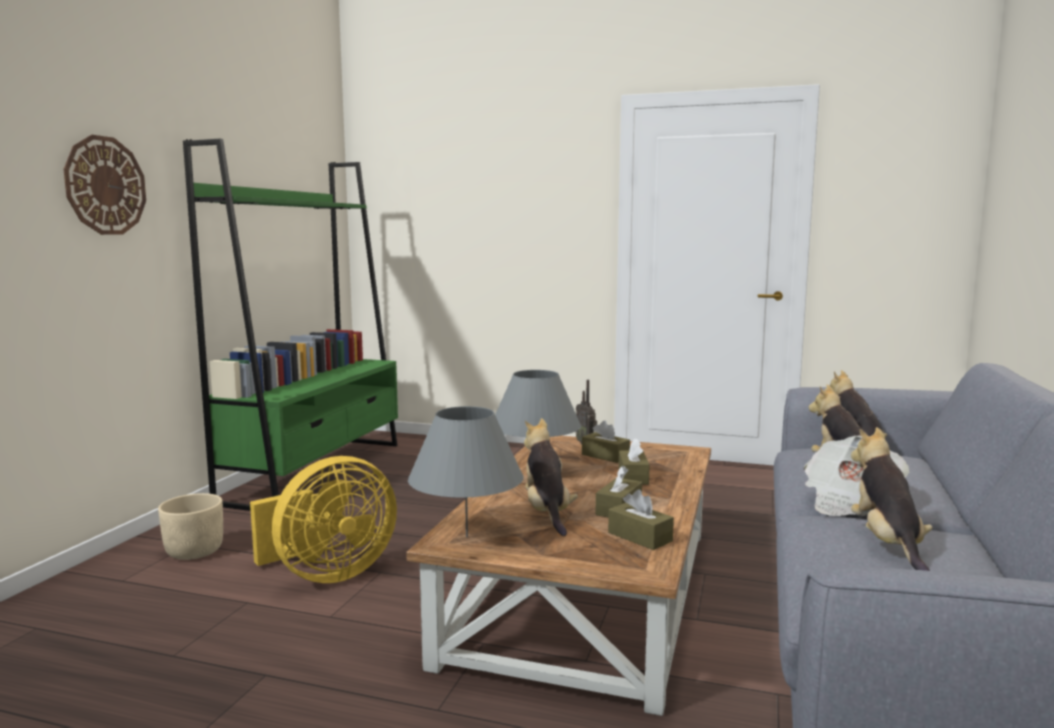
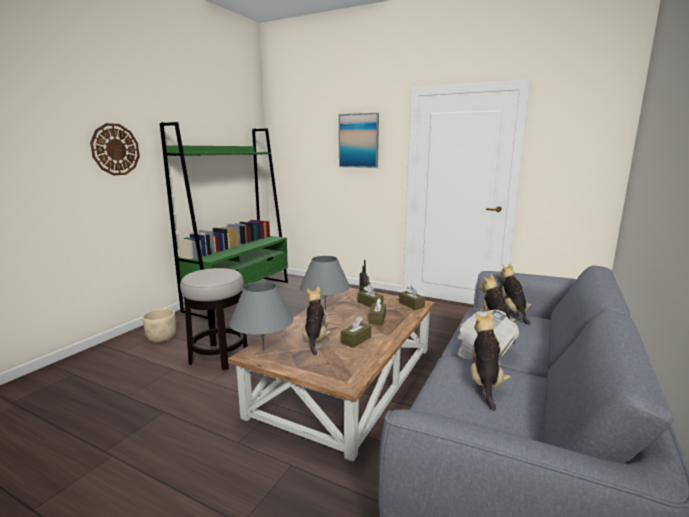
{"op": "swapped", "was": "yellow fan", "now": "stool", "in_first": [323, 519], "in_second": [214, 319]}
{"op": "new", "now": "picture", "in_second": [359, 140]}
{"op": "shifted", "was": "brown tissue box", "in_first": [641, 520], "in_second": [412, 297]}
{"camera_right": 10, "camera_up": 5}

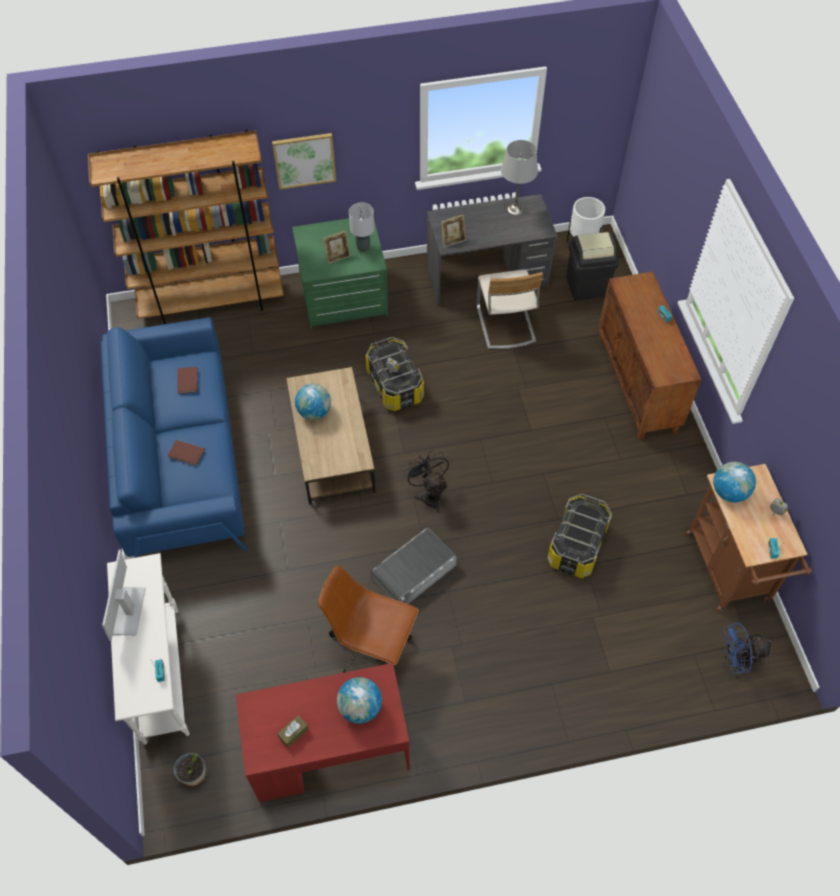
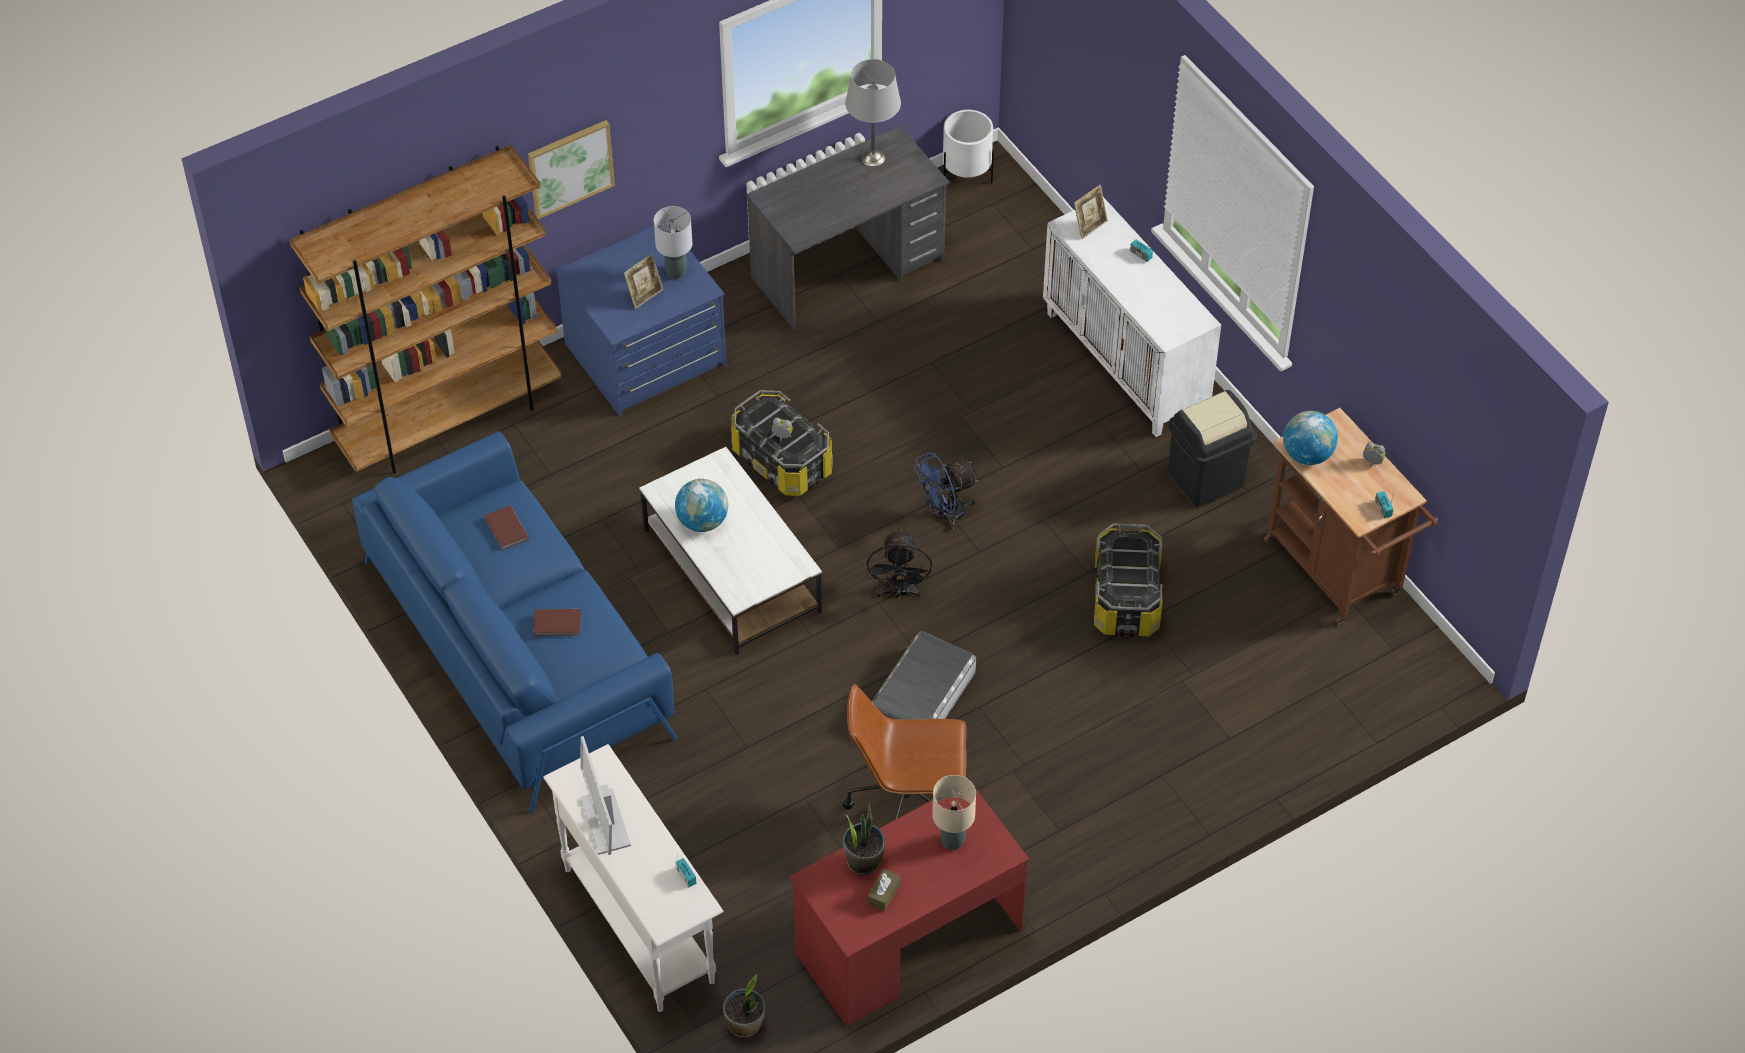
{"op": "repainted", "was": "green dresser", "now": "blue dresser", "in_first": [340, 273], "in_second": [640, 321]}
{"op": "repainted", "was": "brown coffee table", "now": "white coffee table", "in_first": [331, 436], "in_second": [730, 551]}
{"op": "new", "now": "potted plant", "in_second": [864, 839]}
{"op": "rotated", "was": "black fan", "in_first": [426, 481], "in_second": [899, 564], "clockwise": -135}
{"op": "shifted", "was": "blue fan", "in_first": [747, 651], "in_second": [945, 491]}
{"op": "swapped", "was": "globe", "now": "beige table lamp", "in_first": [359, 700], "in_second": [954, 812]}
{"op": "repainted", "was": "brown cabinet", "now": "white cabinet", "in_first": [650, 355], "in_second": [1132, 317]}
{"op": "shifted", "was": "picture frame", "in_first": [453, 231], "in_second": [1091, 212]}
{"op": "shifted", "was": "black trash can", "in_first": [592, 266], "in_second": [1212, 448]}
{"op": "gone", "was": "beige chair", "in_first": [510, 309]}
{"camera_right": -20, "camera_up": -5}

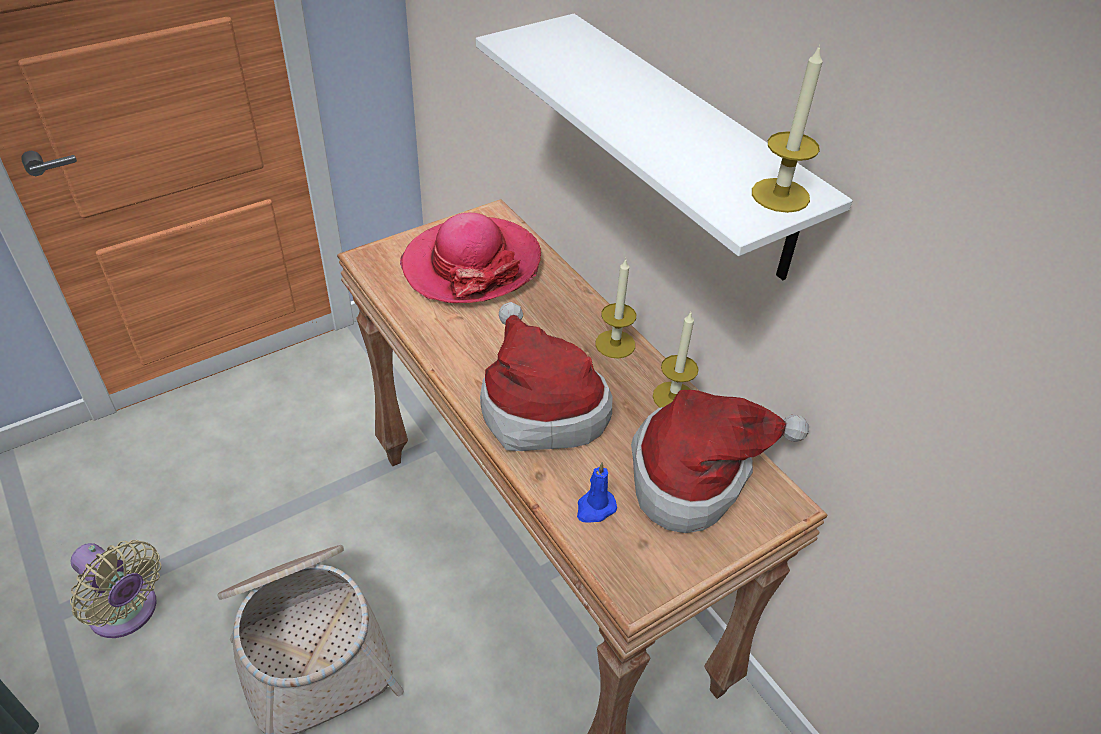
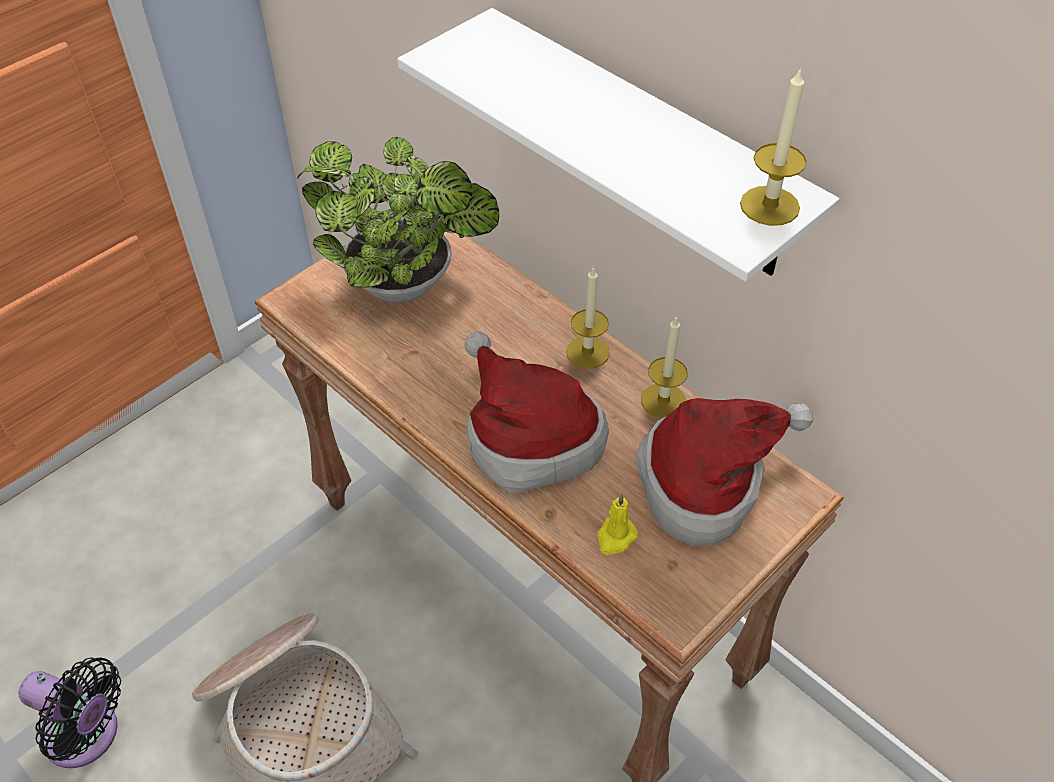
{"op": "repainted", "was": "beige fan", "now": "black fan", "in_first": [115, 589], "in_second": [69, 712]}
{"op": "swapped", "was": "hat", "now": "potted plant", "in_first": [470, 258], "in_second": [398, 220]}
{"op": "repainted", "was": "blue candle", "now": "yellow candle", "in_first": [597, 492], "in_second": [617, 524]}
{"camera_right": -10, "camera_up": 5}

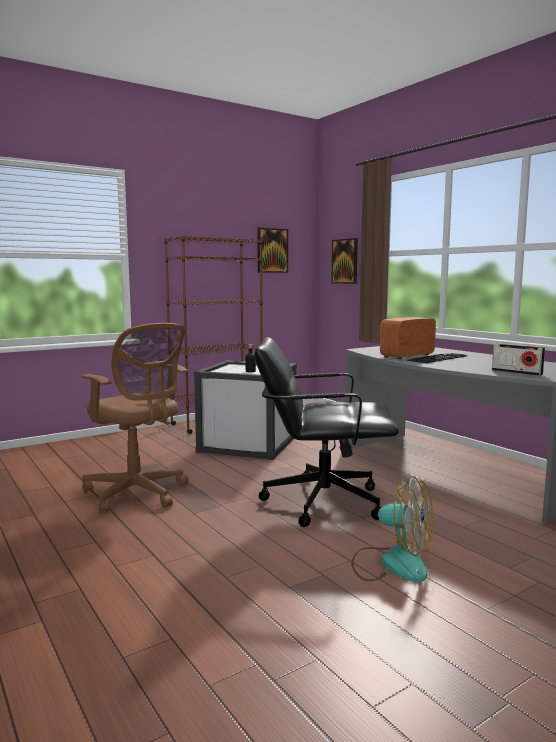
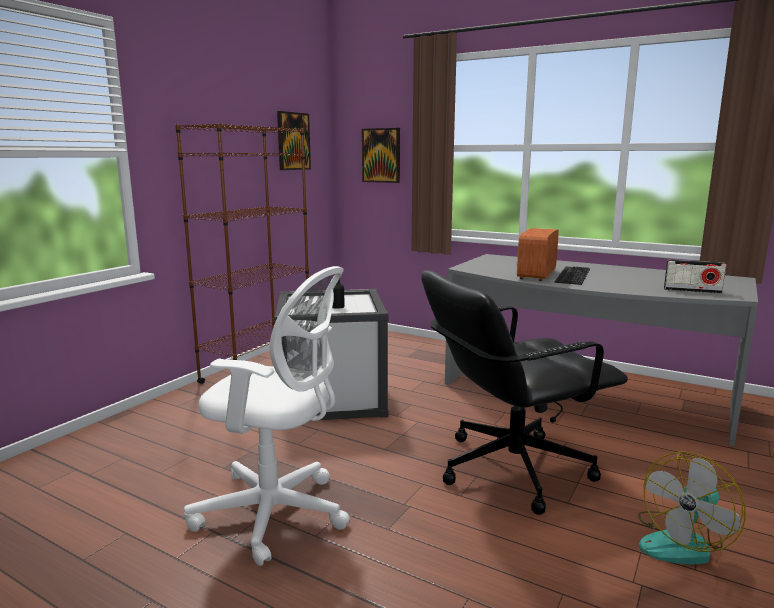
{"op": "repainted", "was": "brown office chair", "now": "white office chair", "in_first": [135, 418], "in_second": [267, 416]}
{"op": "rotated", "was": "fan", "in_first": [392, 529], "in_second": [692, 508], "clockwise": 135}
{"camera_right": -25, "camera_up": 5}

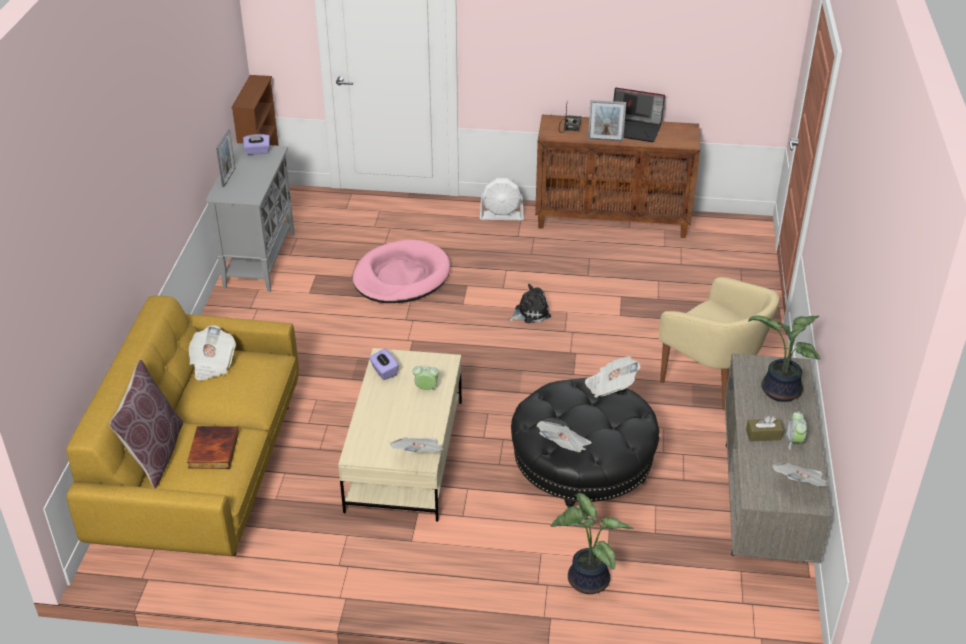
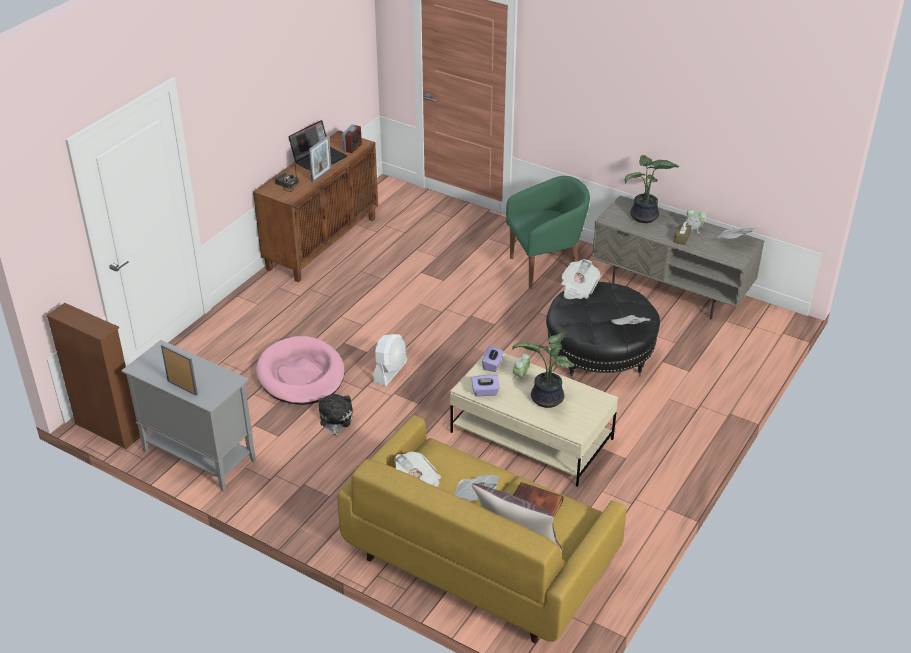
{"op": "shifted", "was": "plush toy", "in_first": [530, 303], "in_second": [335, 415]}
{"op": "new", "now": "alarm clock", "in_second": [352, 139]}
{"op": "shifted", "was": "white fan", "in_first": [502, 199], "in_second": [390, 360]}
{"op": "shifted", "was": "newspaper", "in_first": [417, 444], "in_second": [476, 487]}
{"op": "shifted", "was": "purple tissue box", "in_first": [256, 144], "in_second": [493, 358]}
{"op": "repainted", "was": "beige armchair", "now": "green armchair", "in_first": [719, 343], "in_second": [548, 232]}
{"op": "shifted", "was": "potted plant", "in_first": [592, 543], "in_second": [543, 370]}
{"camera_right": -65, "camera_up": 0}

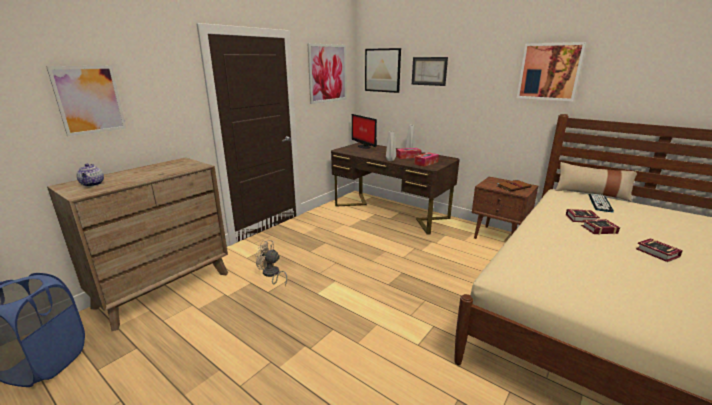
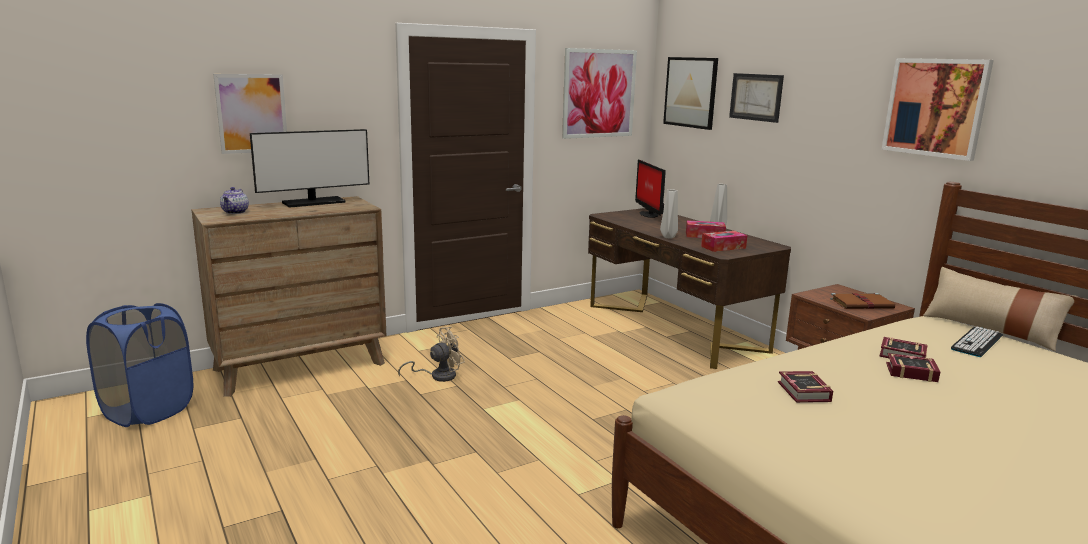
{"op": "new", "now": "monitor", "in_second": [309, 168]}
{"op": "rotated", "was": "beige fan", "in_first": [271, 263], "in_second": [431, 354], "clockwise": 105}
{"op": "shifted", "was": "book", "in_first": [659, 250], "in_second": [805, 387]}
{"camera_right": 20, "camera_up": -5}

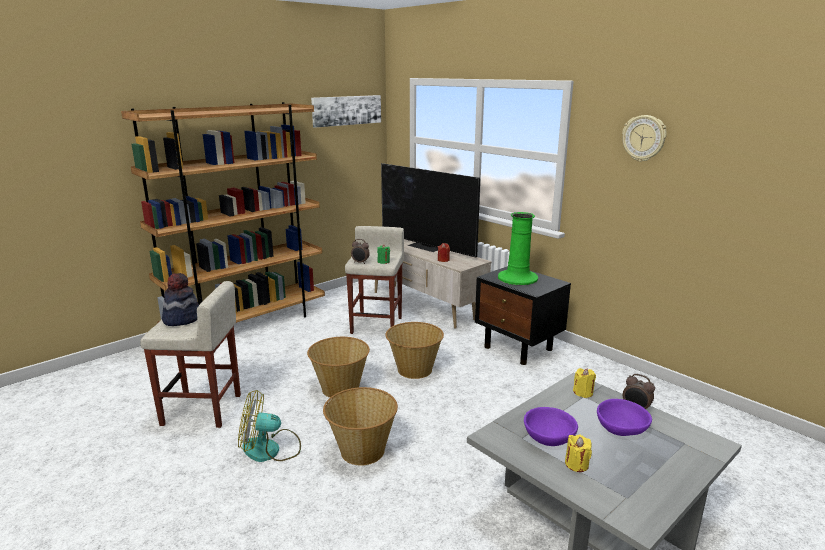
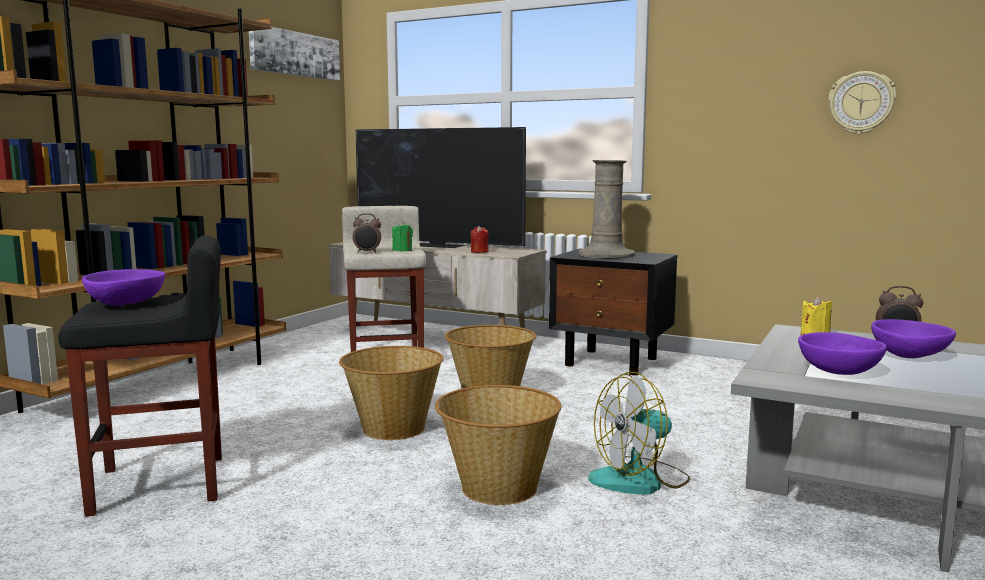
{"op": "repainted", "was": "beige stool", "now": "black stool", "in_first": [190, 354], "in_second": [140, 376]}
{"op": "swapped", "was": "hat", "now": "purple bowl", "in_first": [180, 299], "in_second": [123, 287]}
{"op": "repainted", "was": "green vase", "now": "beige vase", "in_first": [518, 248], "in_second": [606, 209]}
{"op": "shifted", "was": "fan", "in_first": [269, 426], "in_second": [639, 433]}
{"op": "shifted", "was": "wall clock", "in_first": [644, 138], "in_second": [862, 102]}
{"op": "gone", "was": "yellow candle", "in_first": [578, 453]}
{"camera_right": -20, "camera_up": -10}

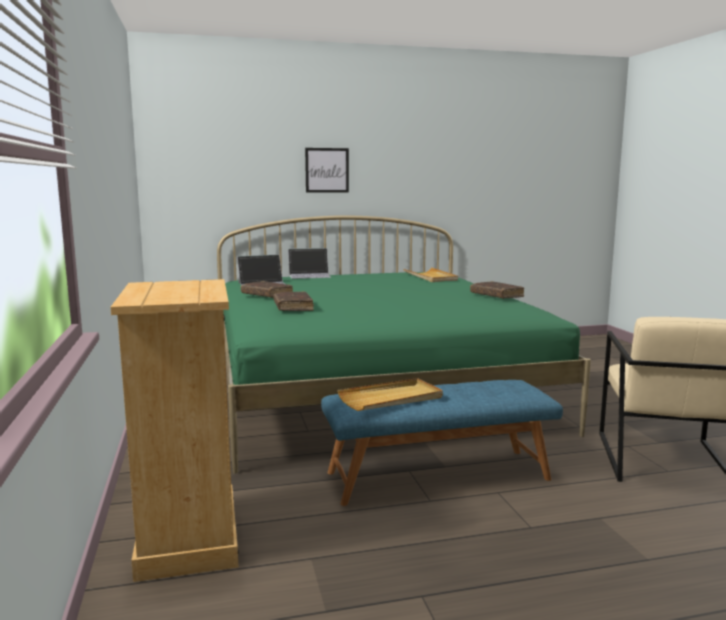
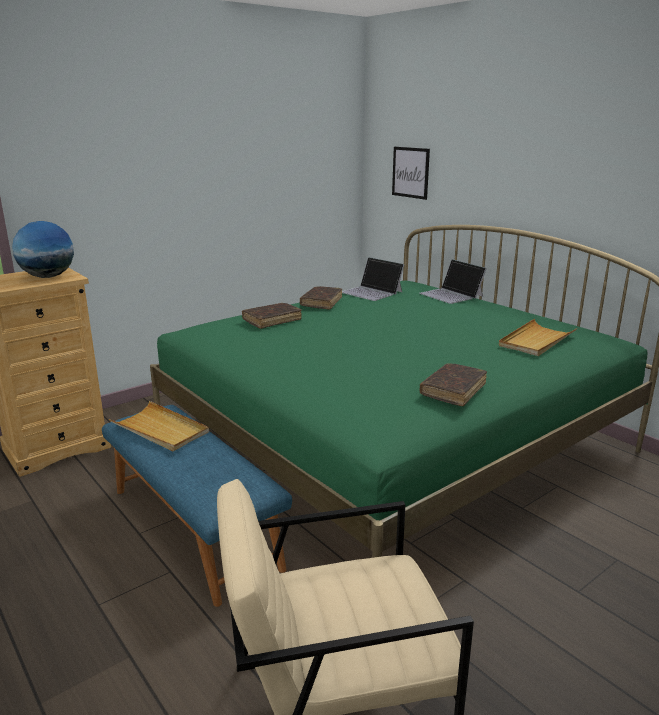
{"op": "new", "now": "globe", "in_second": [43, 249]}
{"op": "shifted", "was": "picture", "in_first": [327, 170], "in_second": [411, 173]}
{"camera_right": 65, "camera_up": 10}

